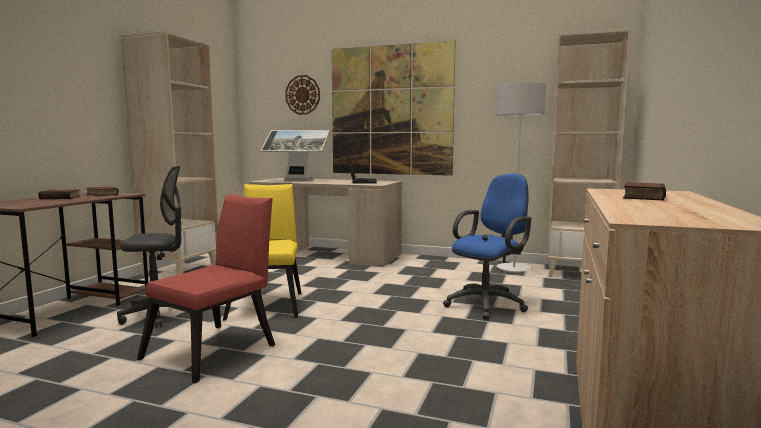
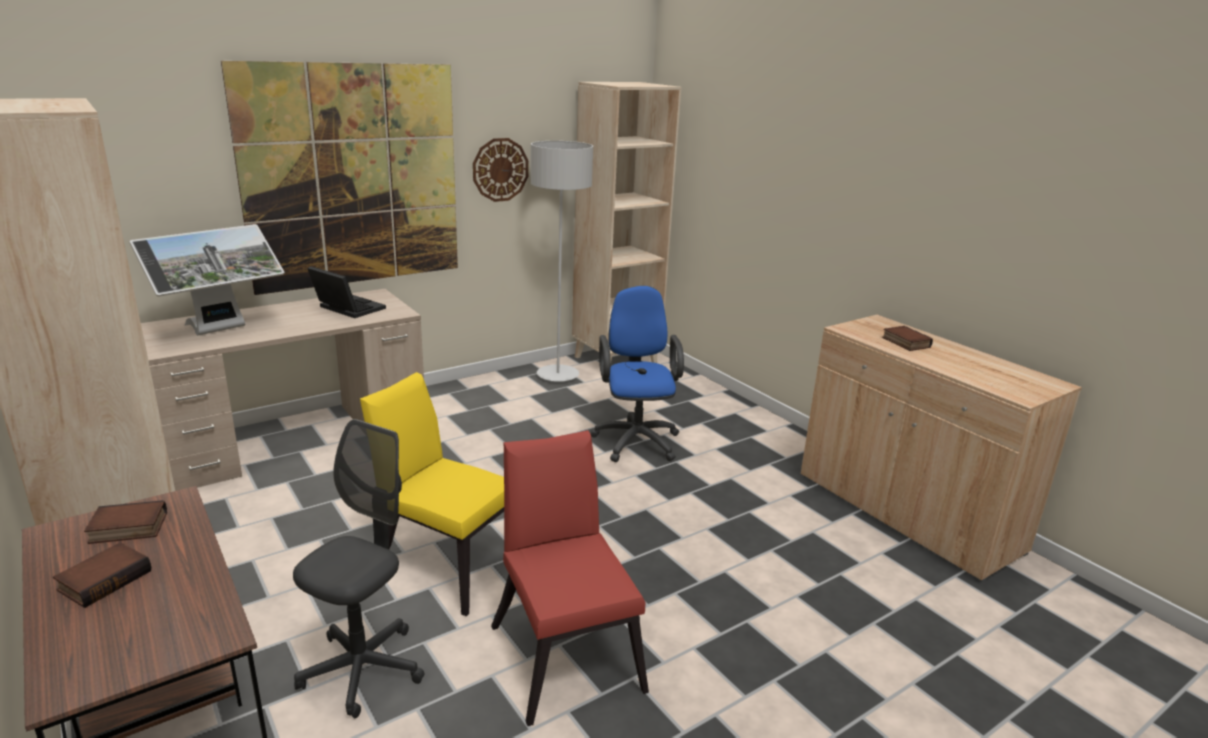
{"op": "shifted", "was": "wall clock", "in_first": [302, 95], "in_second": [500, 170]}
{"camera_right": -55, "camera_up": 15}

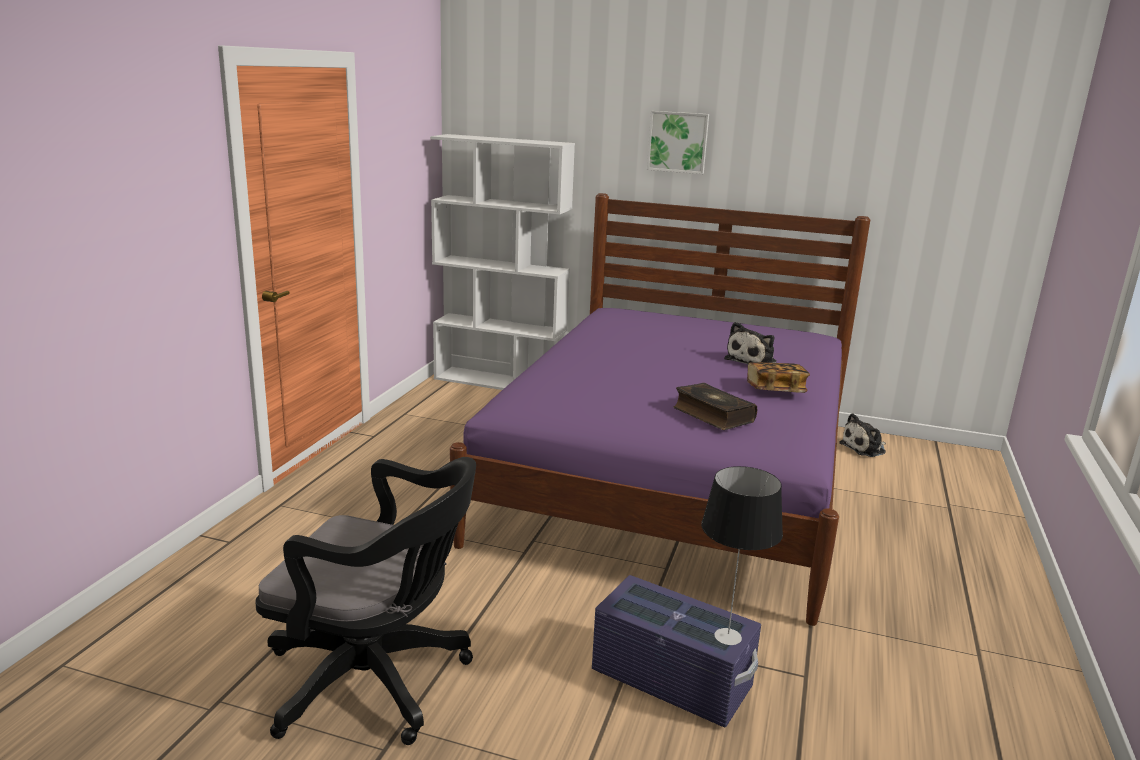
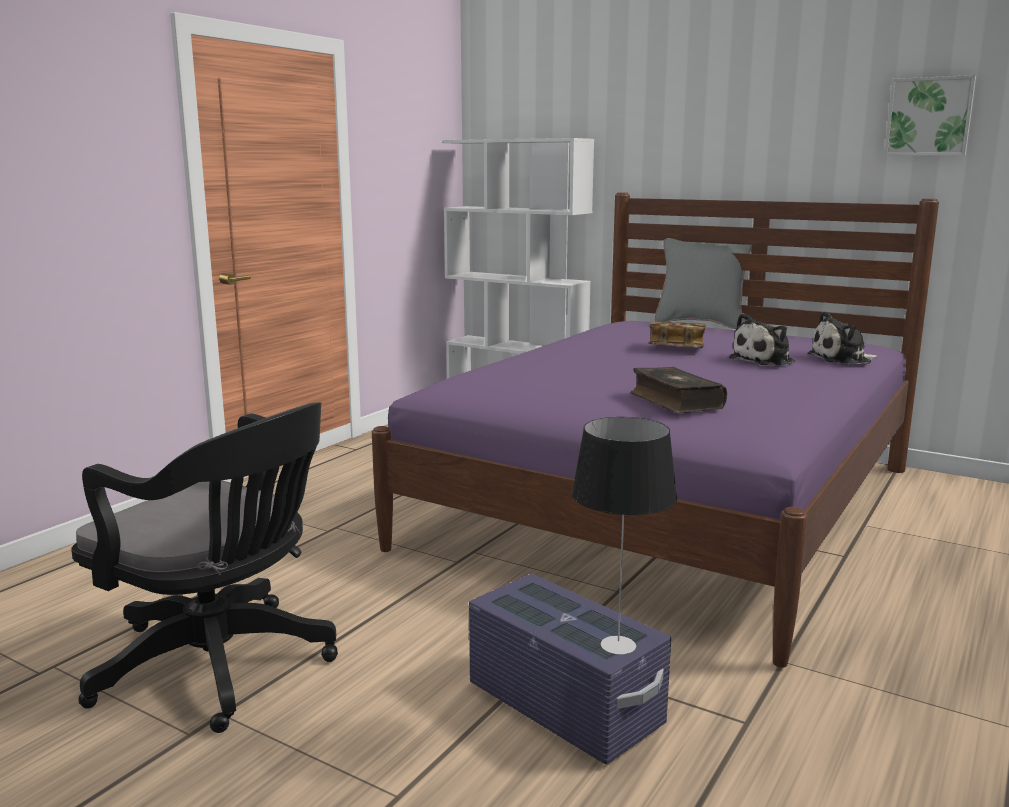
{"op": "shifted", "was": "book", "in_first": [778, 377], "in_second": [677, 335]}
{"op": "new", "now": "grey pillow", "in_second": [703, 283]}
{"op": "shifted", "was": "plush toy", "in_first": [862, 435], "in_second": [843, 337]}
{"op": "shifted", "was": "picture", "in_first": [678, 142], "in_second": [930, 115]}
{"camera_right": 15, "camera_up": -5}

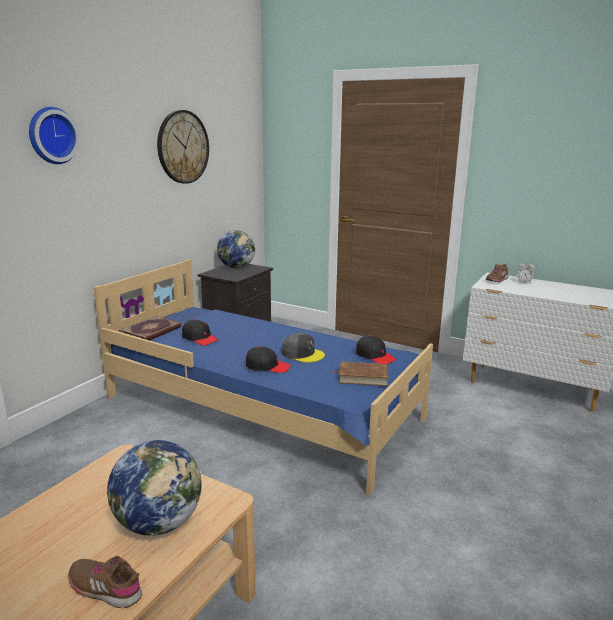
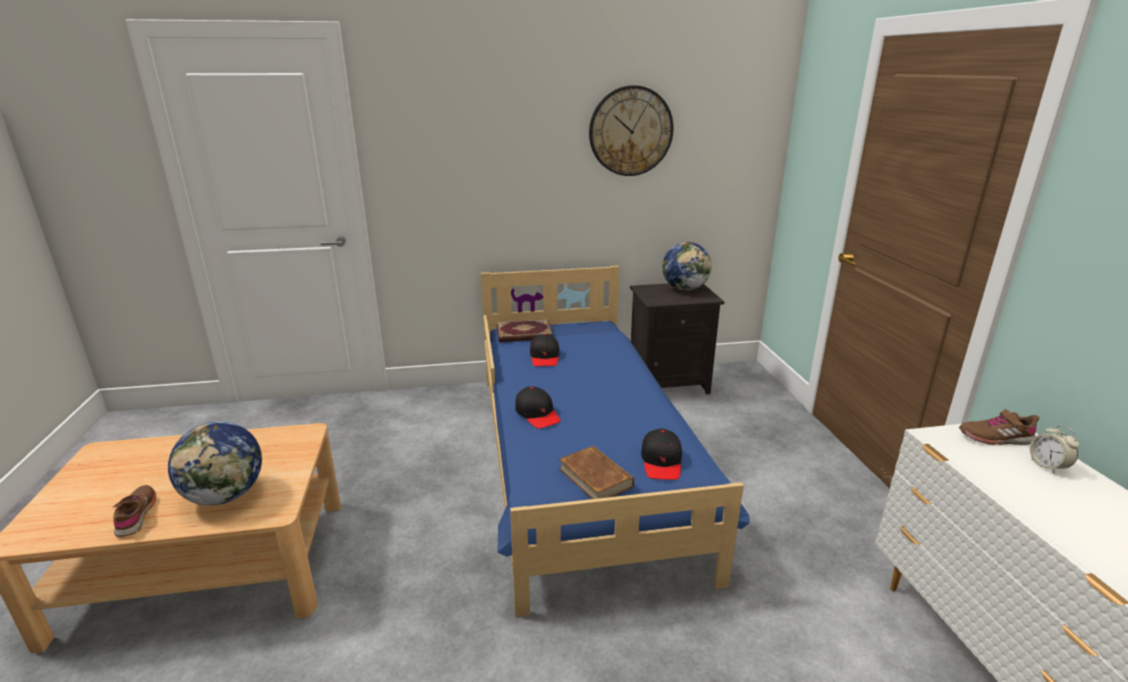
{"op": "gone", "was": "wall clock", "in_first": [54, 135]}
{"op": "gone", "was": "grey cap", "in_first": [303, 348]}
{"camera_right": 50, "camera_up": 5}

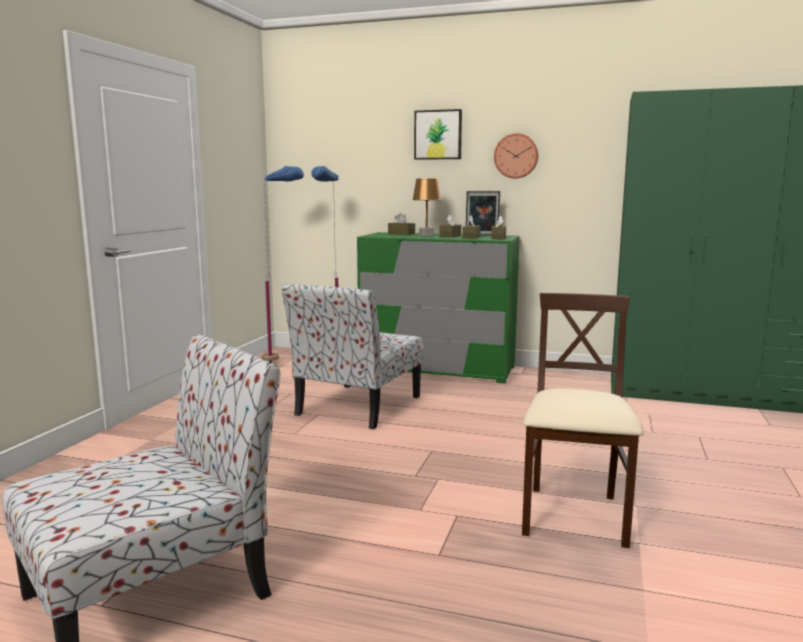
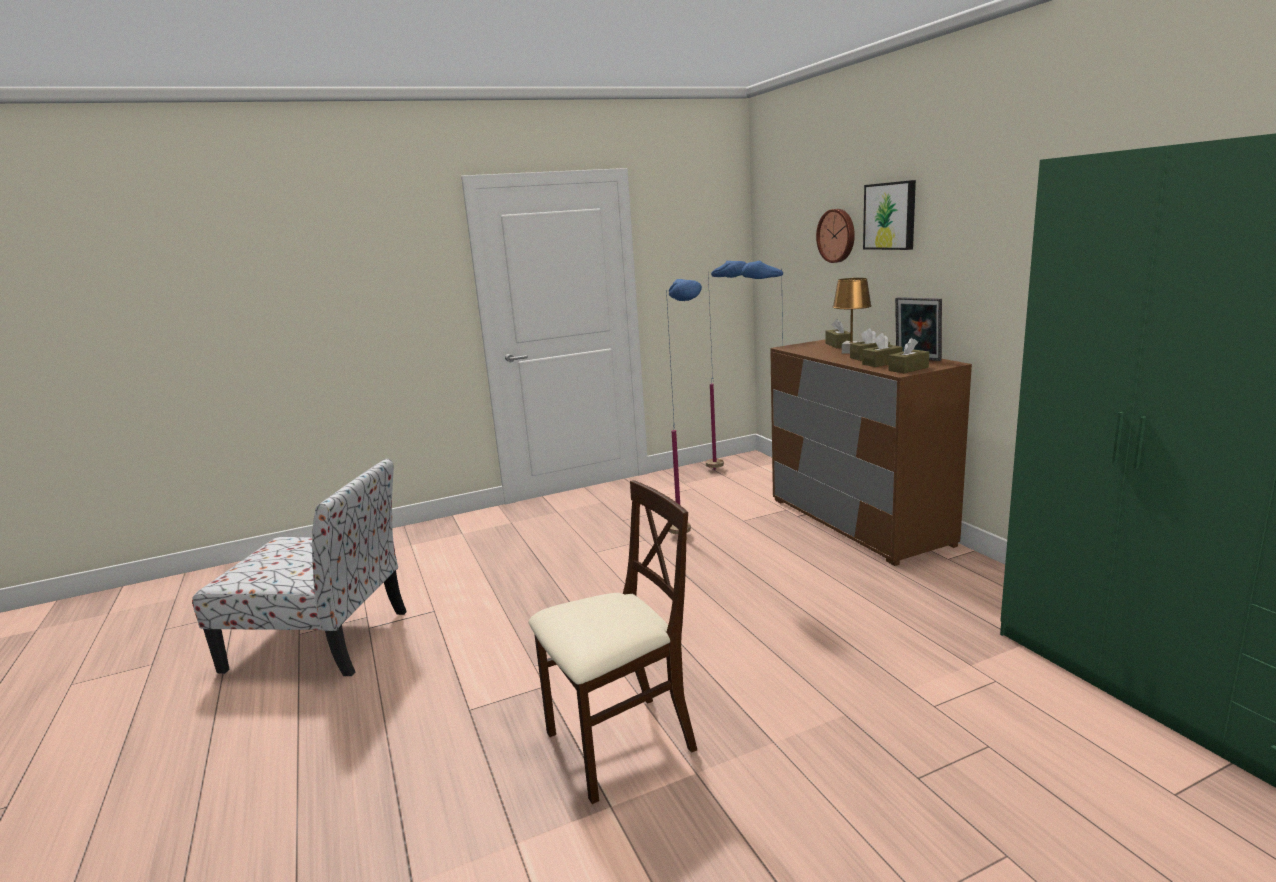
{"op": "swapped", "was": "chair", "now": "blue floor lamp", "in_first": [352, 356], "in_second": [684, 406]}
{"op": "repainted", "was": "green dresser", "now": "brown dresser", "in_first": [438, 308], "in_second": [871, 452]}
{"op": "shifted", "was": "wall clock", "in_first": [516, 155], "in_second": [835, 236]}
{"camera_right": 50, "camera_up": 5}

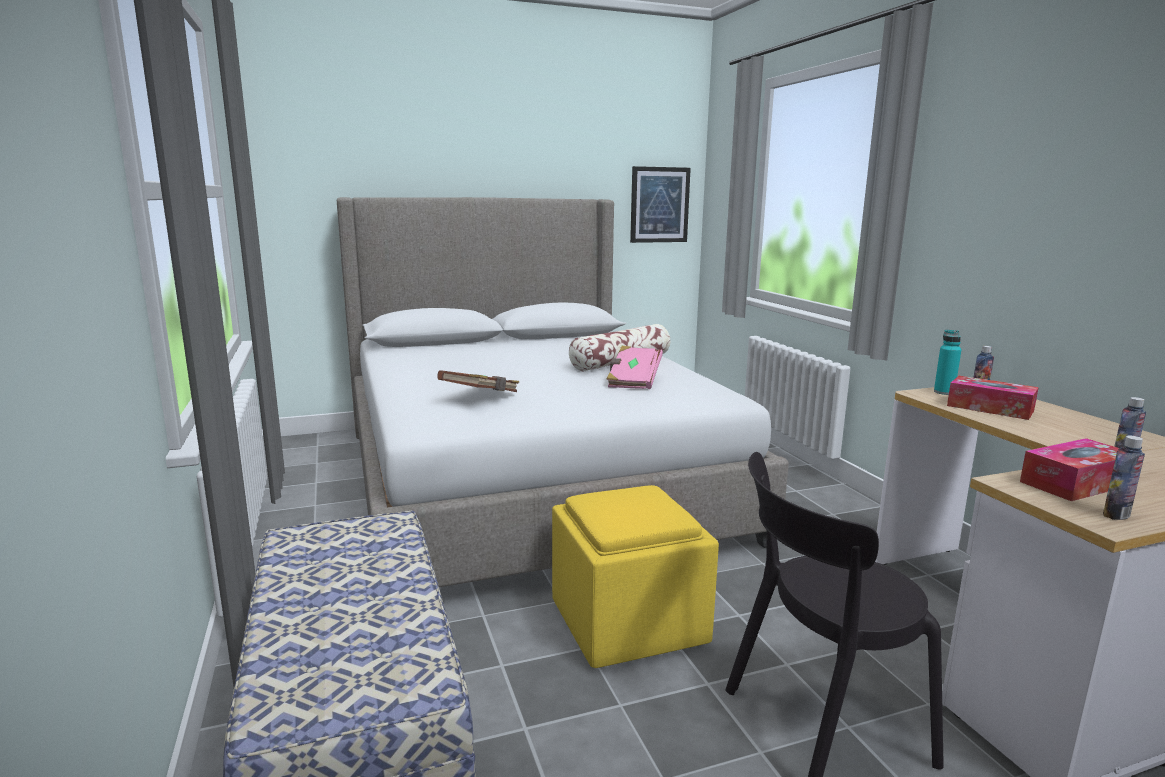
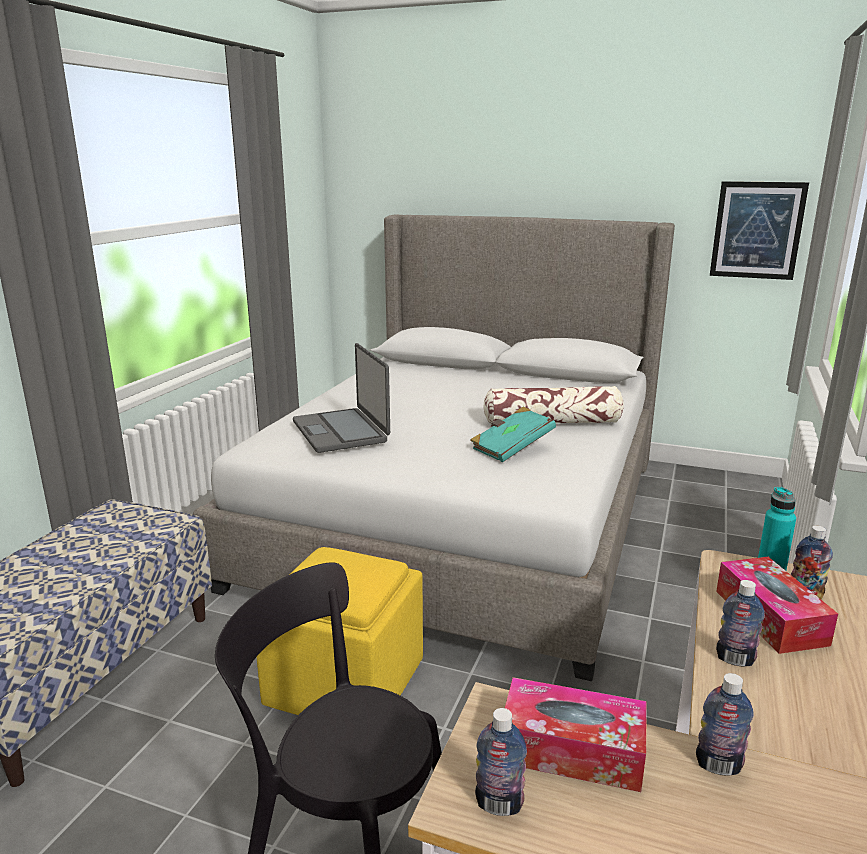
{"op": "swapped", "was": "brown book", "now": "laptop", "in_first": [478, 381], "in_second": [341, 398]}
{"op": "repainted", "was": "pink book", "now": "turquoise book", "in_first": [635, 367], "in_second": [513, 434]}
{"op": "new", "now": "bottle", "in_second": [740, 623]}
{"camera_right": 40, "camera_up": 5}

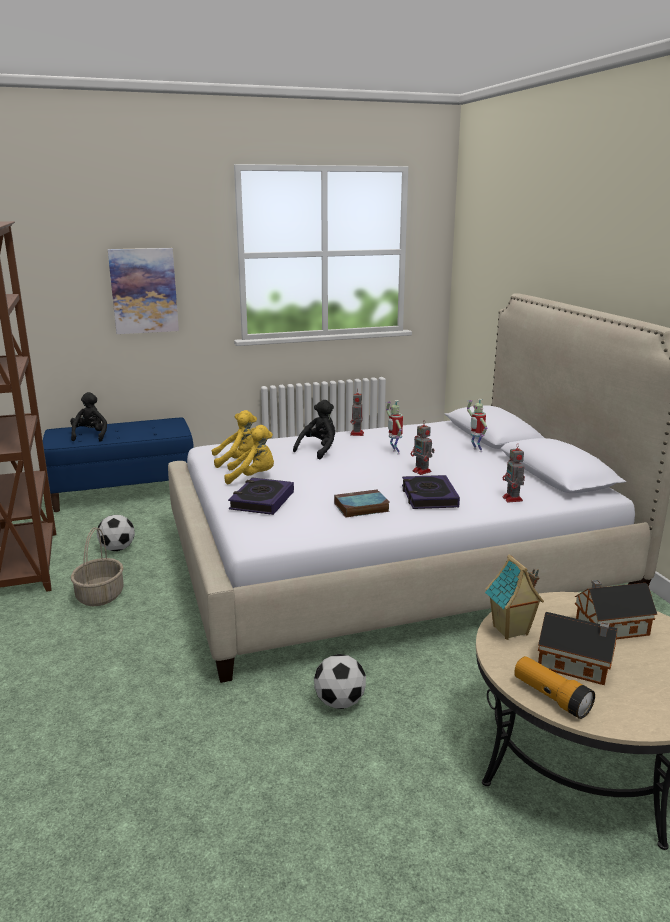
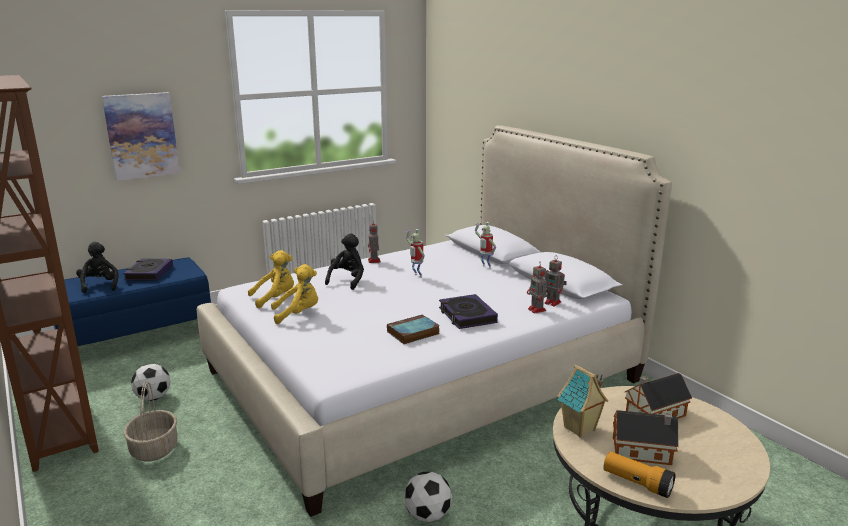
{"op": "shifted", "was": "book", "in_first": [261, 496], "in_second": [148, 270]}
{"op": "shifted", "was": "toy robot", "in_first": [422, 447], "in_second": [555, 280]}
{"camera_right": -15, "camera_up": 0}

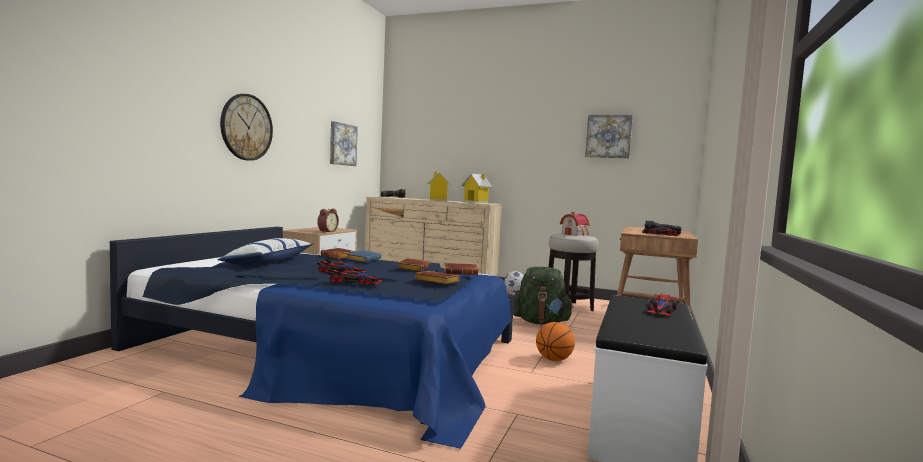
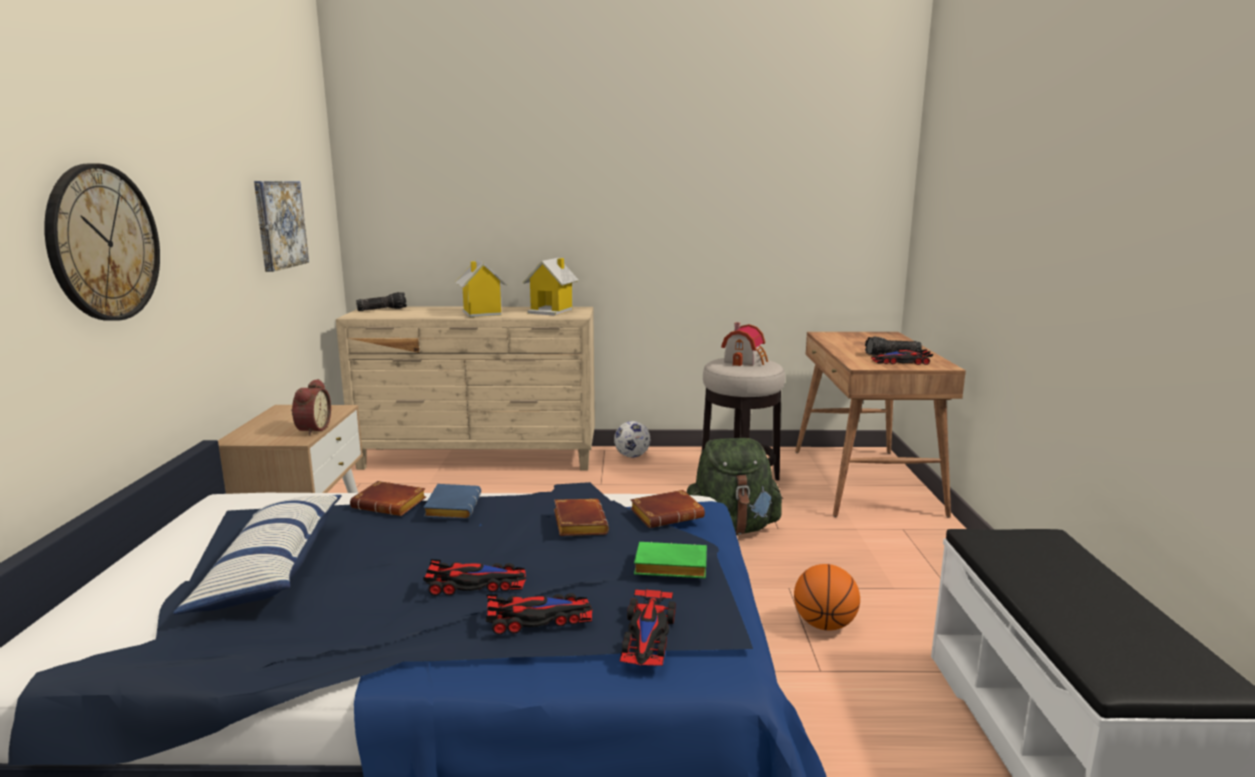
{"op": "shifted", "was": "toy car", "in_first": [661, 305], "in_second": [647, 626]}
{"op": "repainted", "was": "brown book", "now": "green book", "in_first": [437, 277], "in_second": [670, 560]}
{"op": "gone", "was": "picture", "in_first": [609, 136]}
{"camera_right": -20, "camera_up": 10}

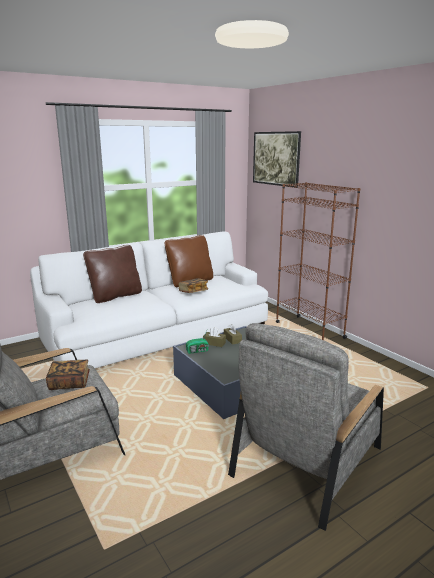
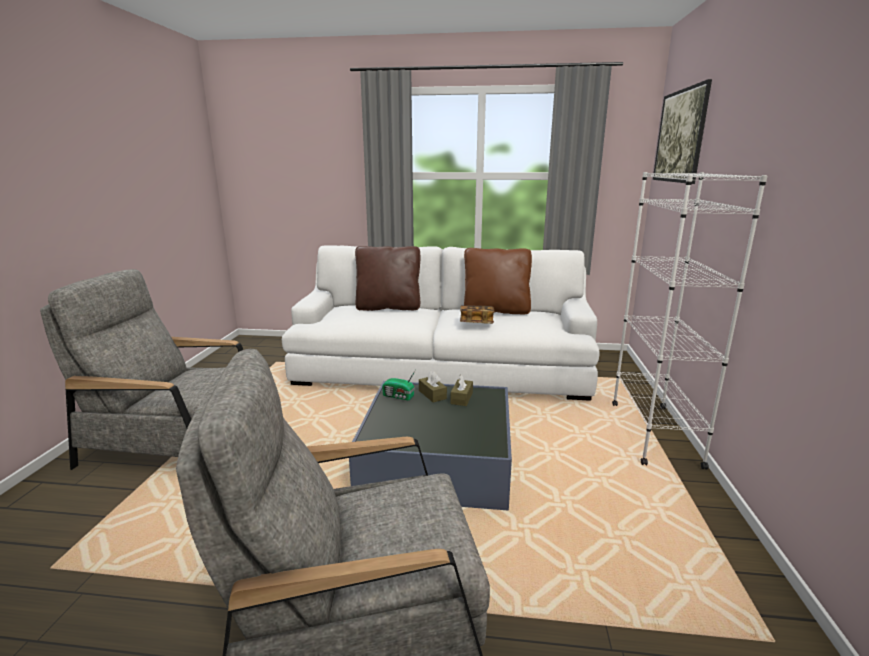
{"op": "repainted", "was": "brown bookcase", "now": "white bookcase", "in_first": [318, 261], "in_second": [689, 321]}
{"op": "gone", "was": "book", "in_first": [68, 375]}
{"camera_right": 40, "camera_up": 0}

